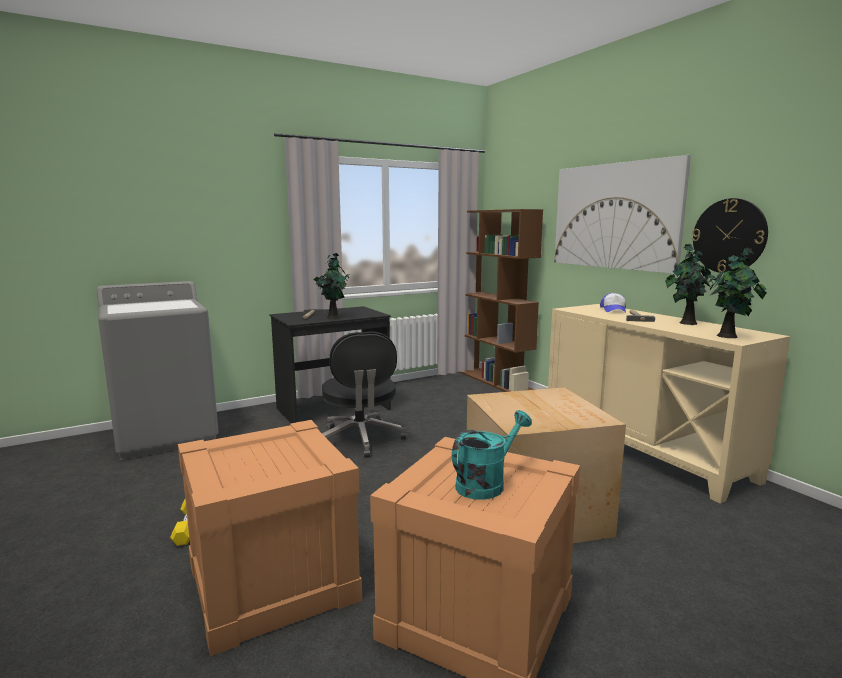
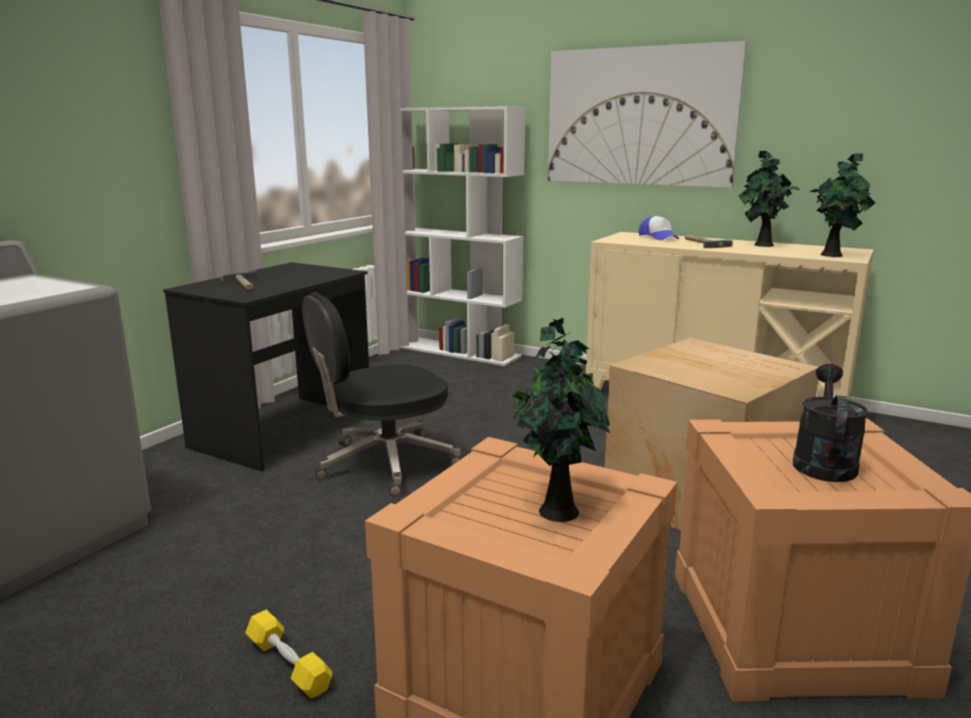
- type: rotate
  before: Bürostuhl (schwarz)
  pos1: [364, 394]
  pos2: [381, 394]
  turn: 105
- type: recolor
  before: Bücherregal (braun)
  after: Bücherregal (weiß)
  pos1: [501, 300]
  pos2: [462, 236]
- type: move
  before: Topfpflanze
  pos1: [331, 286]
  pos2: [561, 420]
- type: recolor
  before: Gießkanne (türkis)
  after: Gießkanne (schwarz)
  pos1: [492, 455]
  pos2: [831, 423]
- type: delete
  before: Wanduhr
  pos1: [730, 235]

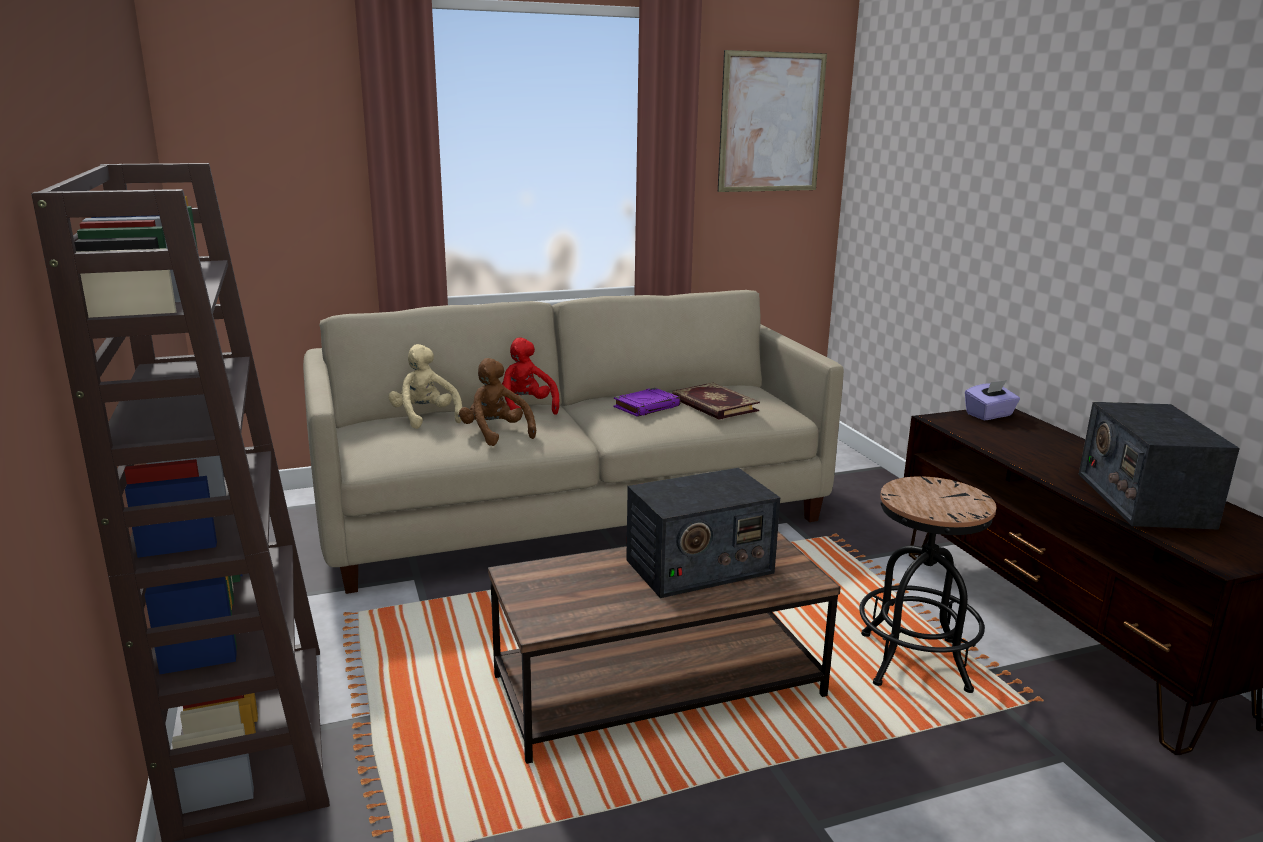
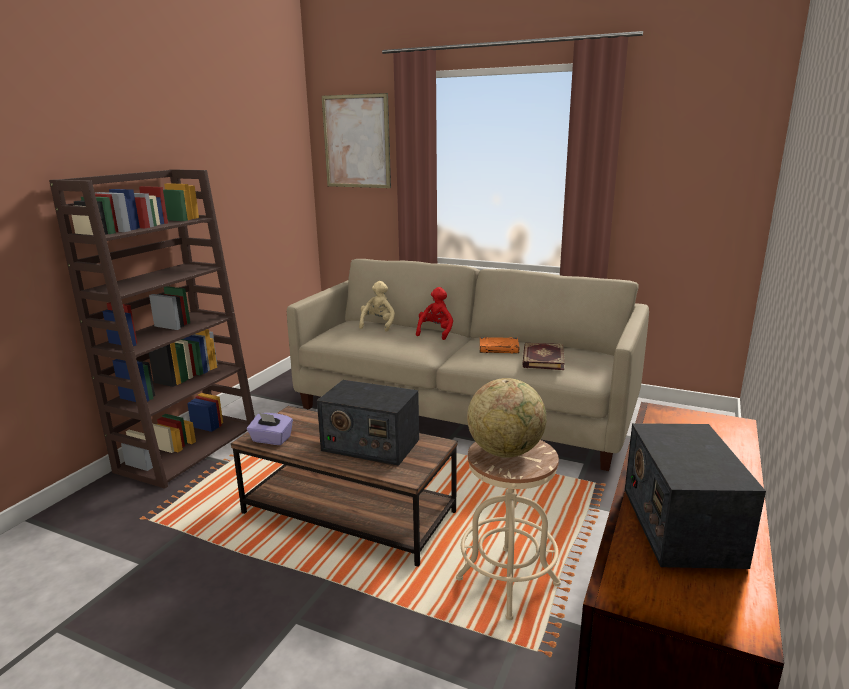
- type: move
  before: Taschentuchbox (lila)
  pos1: [992, 400]
  pos2: [270, 429]
- type: move
  before: Bild
  pos1: [772, 121]
  pos2: [356, 140]
- type: recolor
  before: Hocker (schwarz)
  after: Hocker (beige)
  pos1: [927, 584]
  pos2: [508, 530]
- type: insert
  after: Globus
  pos2: [507, 418]
- type: recolor
  before: Buch (lila)
  after: Buch (orange)
  pos1: [647, 402]
  pos2: [499, 345]
- type: rotate
  before: Radio
  pos1: [1159, 466]
  pos2: [695, 496]
  turn: -45
- type: delete
  before: Plüschtier (braun)
  pos1: [497, 402]

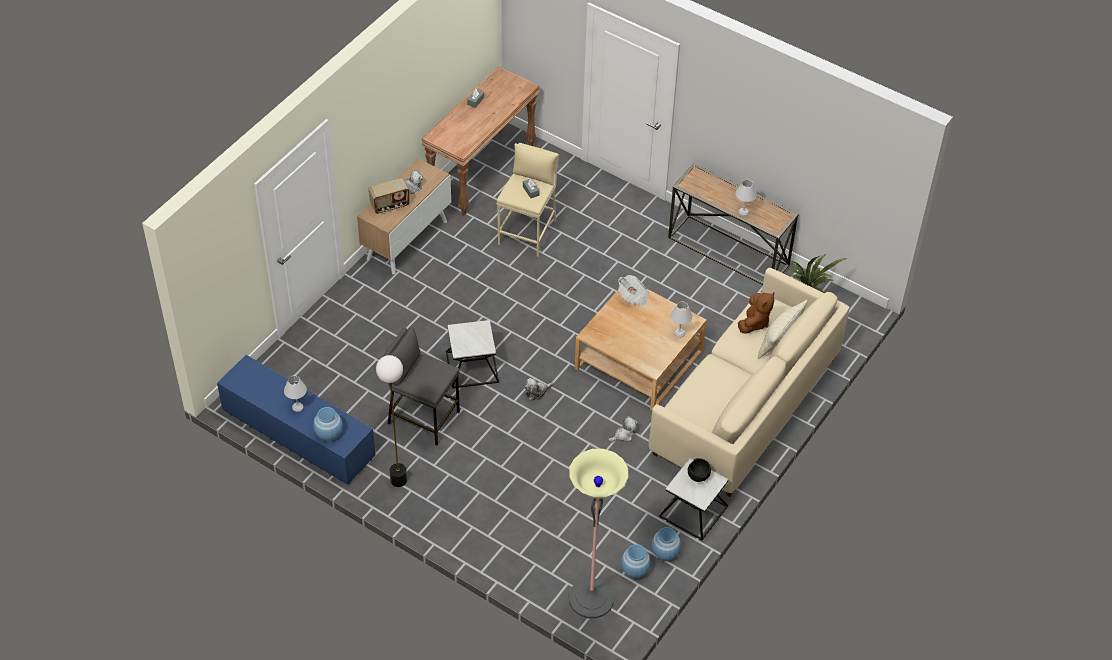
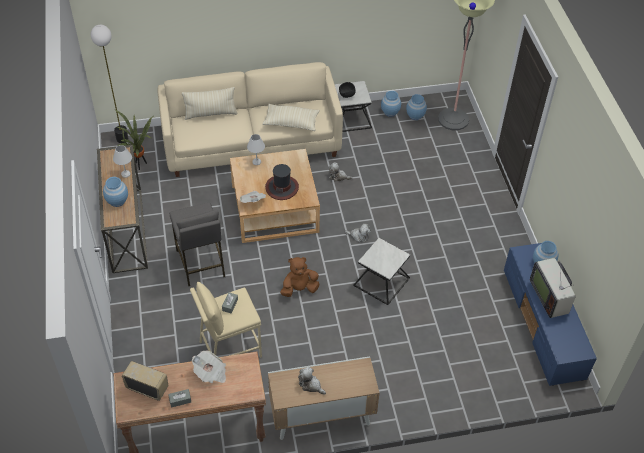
- type: move
  before: Stehlampe
  pos1: [391, 421]
  pos2: [110, 84]
- type: insert
  after: Vase (blau)
  pos2: [115, 192]
- type: move
  before: Radio
  pos1: [389, 196]
  pos2: [145, 381]
- type: move
  before: Hocker (grau)
  pos1: [421, 386]
  pos2: [197, 244]
- type: insert
  after: Zeitung
  pos2: [209, 367]
- type: insert
  after: Kissen (beige)
  pos2: [291, 117]
- type: insert
  after: Hut
  pos2: [282, 182]
- type: move
  before: Plüschtier (braun)
  pos1: [756, 313]
  pos2: [299, 277]
- type: replace
  before: Tischlampe (weiß)
  after: Fernseher
  pos1: [295, 393]
  pos2: [553, 288]

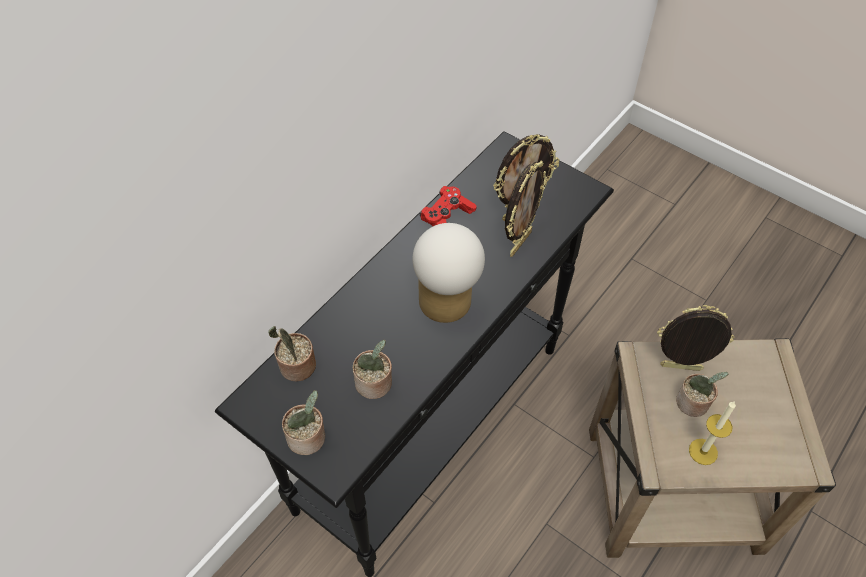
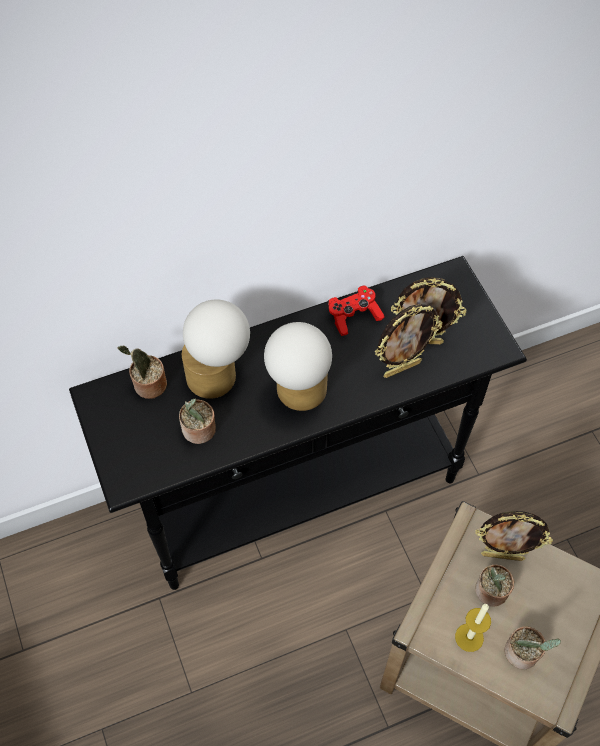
- type: insert
  after: Tischlampe
  pos2: [216, 349]
- type: rotate
  before: Bilderrahmen
  pos1: [695, 338]
  pos2: [514, 536]
  turn: 150
- type: move
  before: Topfpflanze
  pos1: [303, 422]
  pos2: [532, 647]

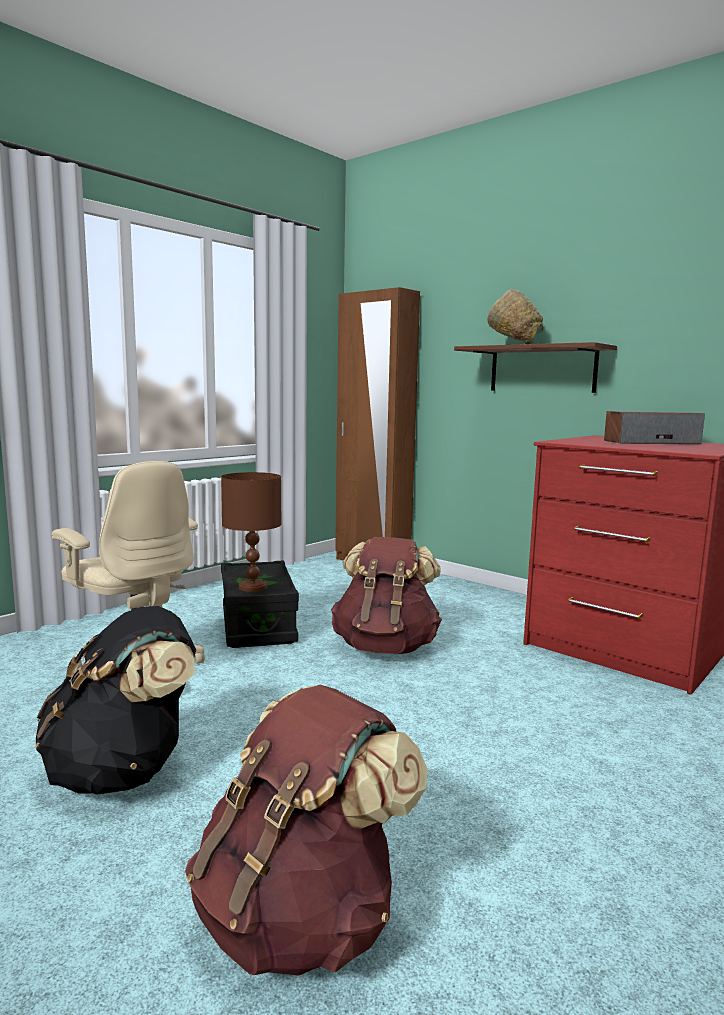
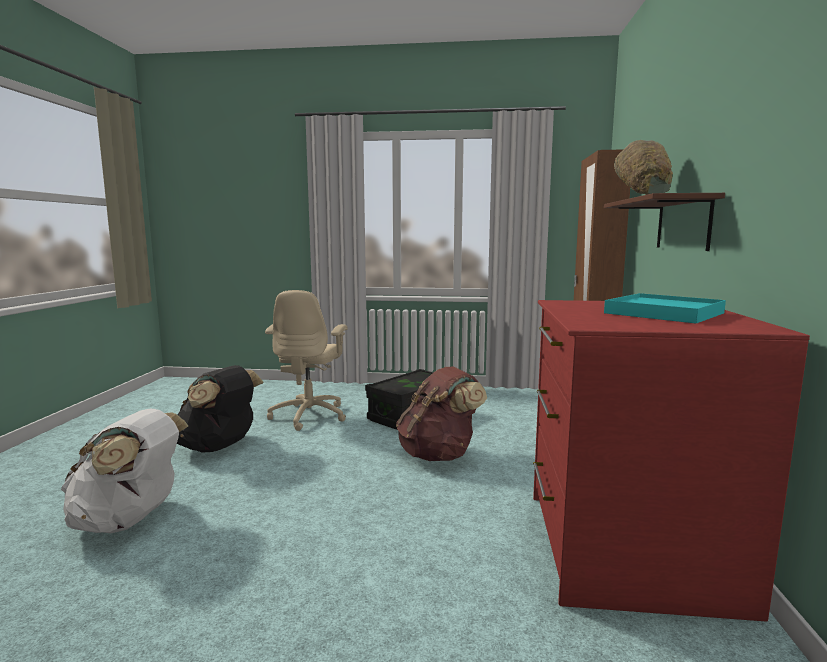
- type: recolor
  before: Rucksack (braun)
  after: Rucksack (weiß)
  pos1: [306, 830]
  pos2: [124, 471]
- type: replace
  before: Lautsprecher
  after: Tablett (türkis)
  pos1: [654, 427]
  pos2: [665, 308]
- type: delete
  before: Tischlampe (braun)
  pos1: [251, 532]

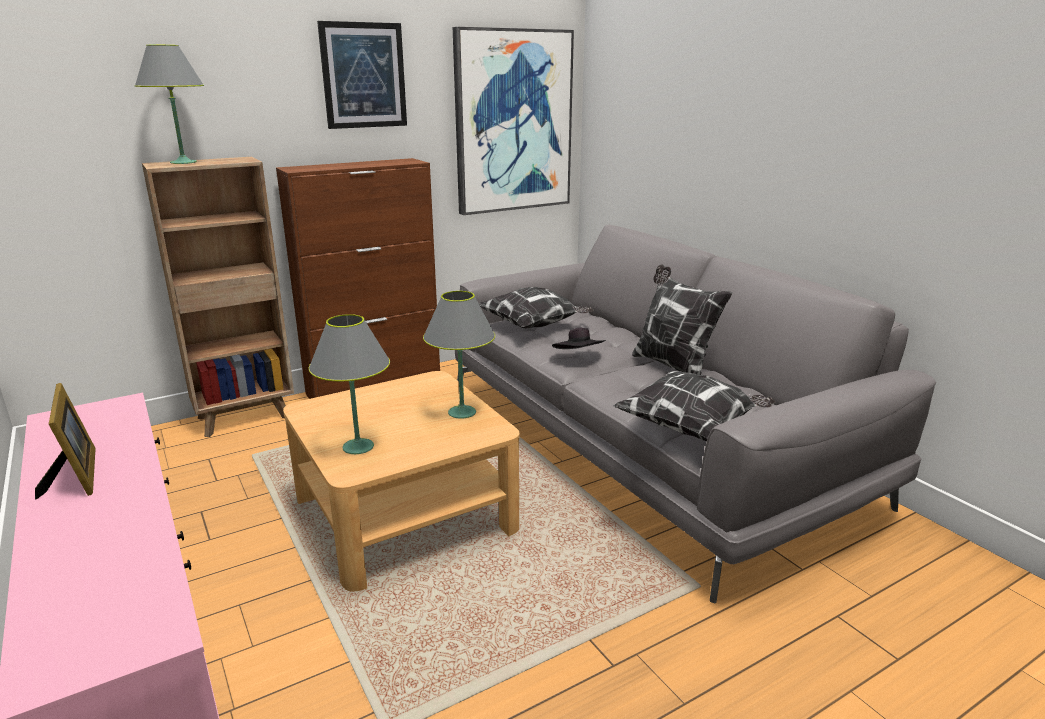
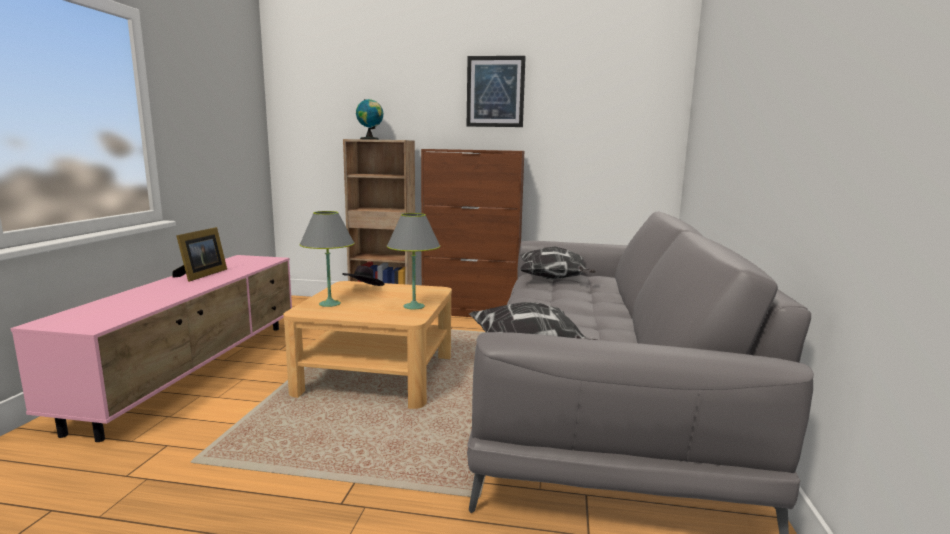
- type: move
  before: Hut (schwarz)
  pos1: [579, 338]
  pos2: [363, 276]
- type: replace
  before: Tischlampe (grau)
  after: Globus
  pos1: [169, 104]
  pos2: [369, 119]
- type: delete
  before: Bild
  pos1: [513, 121]
- type: delete
  before: Kissen
  pos1: [682, 320]

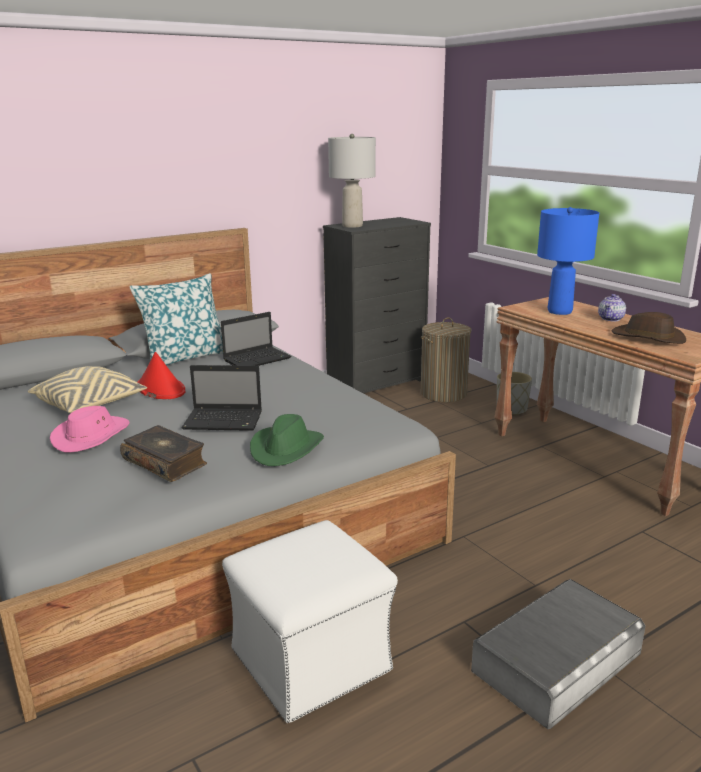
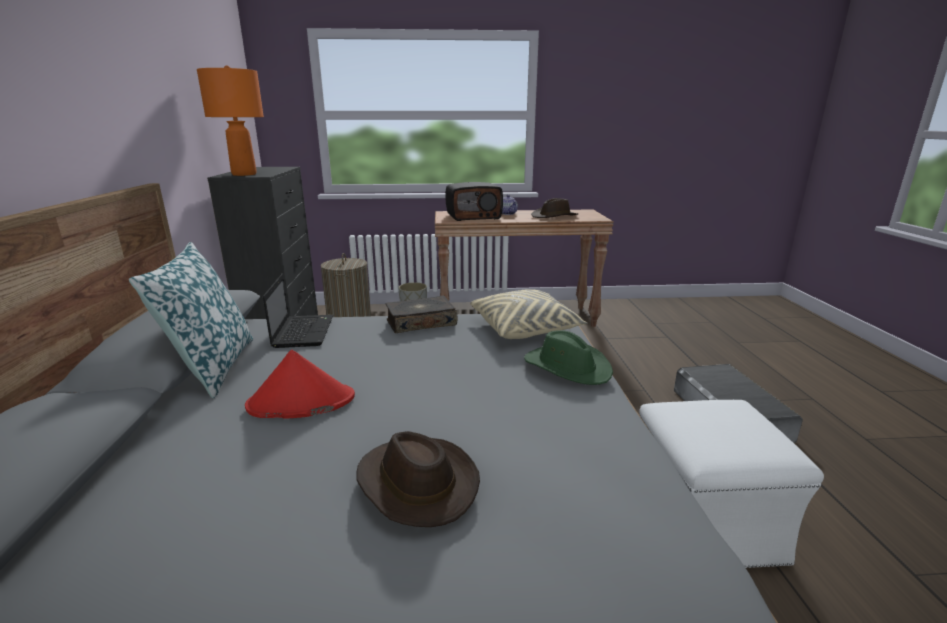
- type: recolor
  before: Tischlampe (grau)
  after: Tischlampe (orange)
  pos1: [352, 181]
  pos2: [230, 120]
- type: recolor
  before: Hut (rosa)
  after: Hut (braun)
  pos1: [90, 429]
  pos2: [418, 479]
- type: move
  before: Buch
  pos1: [163, 453]
  pos2: [422, 314]
- type: replace
  before: Tischlampe (blau)
  after: Radio
  pos1: [568, 261]
  pos2: [474, 201]
- type: move
  before: Kissen (beige)
  pos1: [87, 389]
  pos2: [528, 314]
- type: delete
  before: Laptop
  pos1: [221, 398]

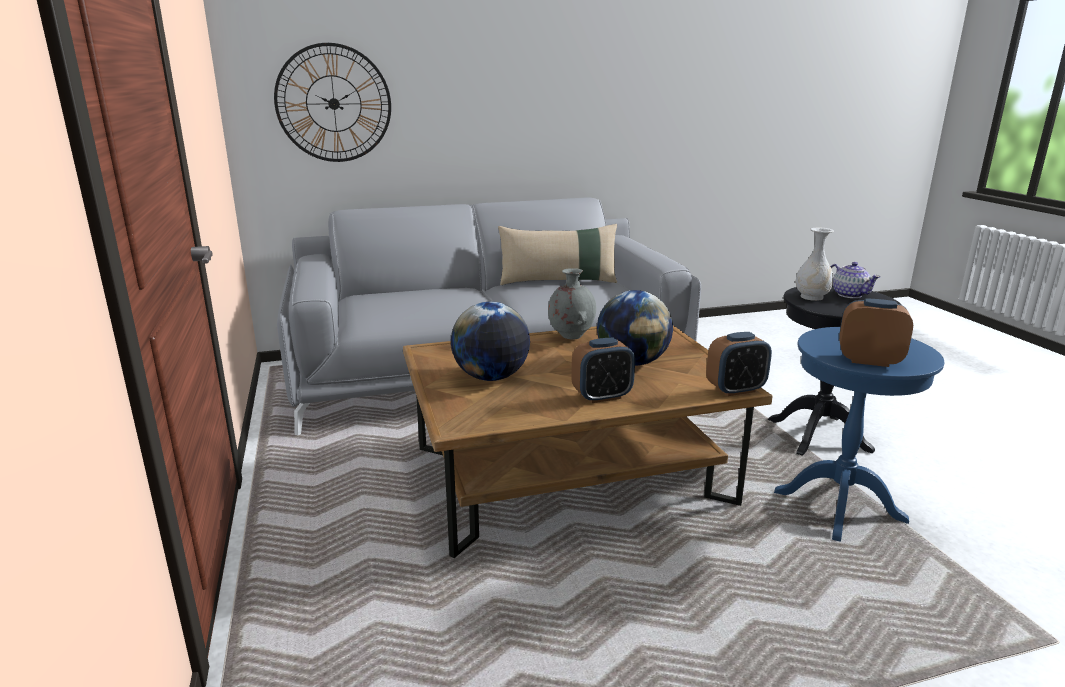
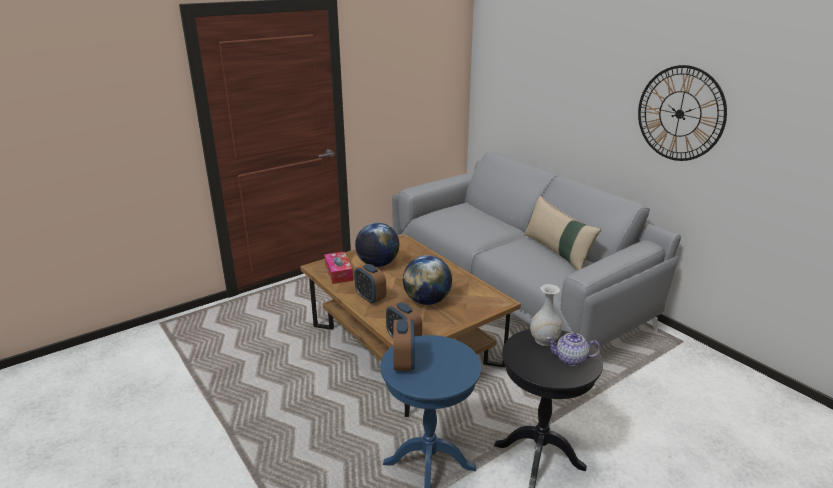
- type: insert
  after: Taschentuchbox
  pos2: [338, 268]
- type: rotate
  before: Teekanne
  pos1: [855, 280]
  pos2: [573, 349]
  turn: 60
- type: move
  before: Wanduhr
  pos1: [332, 102]
  pos2: [682, 113]
- type: delete
  before: Vase (grau)
  pos1: [572, 304]

